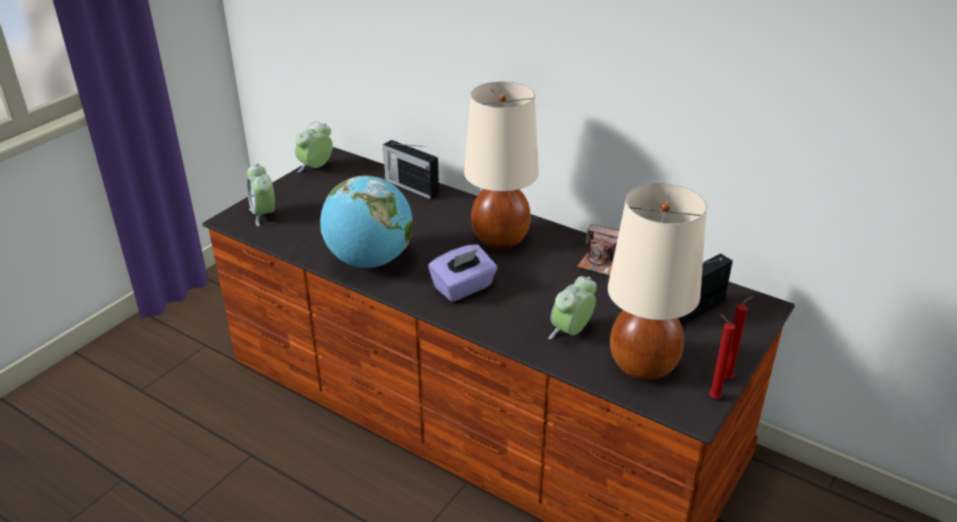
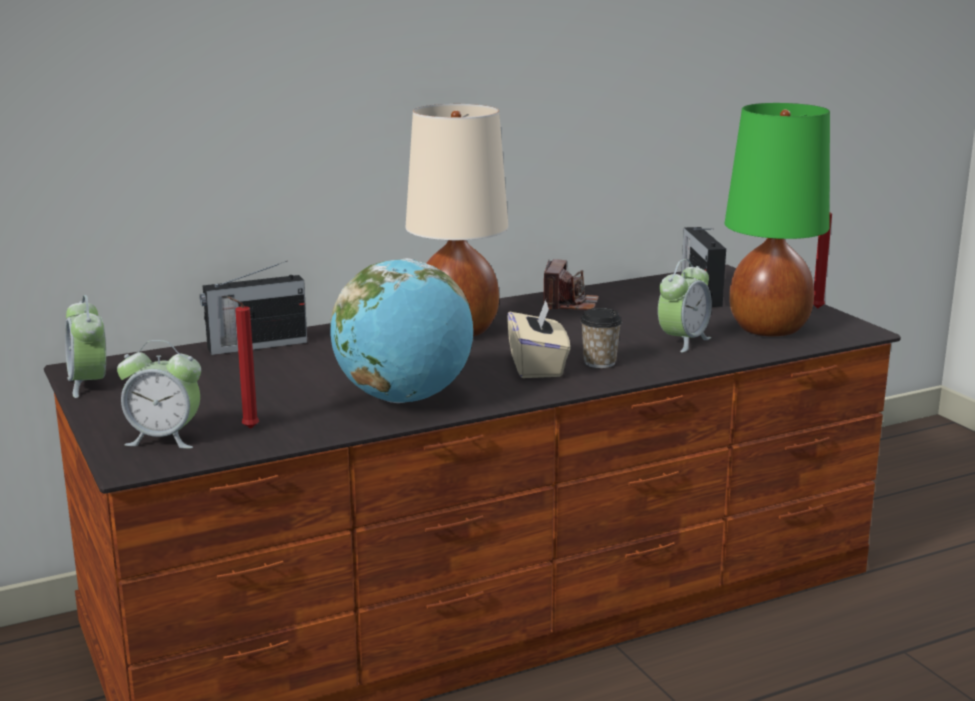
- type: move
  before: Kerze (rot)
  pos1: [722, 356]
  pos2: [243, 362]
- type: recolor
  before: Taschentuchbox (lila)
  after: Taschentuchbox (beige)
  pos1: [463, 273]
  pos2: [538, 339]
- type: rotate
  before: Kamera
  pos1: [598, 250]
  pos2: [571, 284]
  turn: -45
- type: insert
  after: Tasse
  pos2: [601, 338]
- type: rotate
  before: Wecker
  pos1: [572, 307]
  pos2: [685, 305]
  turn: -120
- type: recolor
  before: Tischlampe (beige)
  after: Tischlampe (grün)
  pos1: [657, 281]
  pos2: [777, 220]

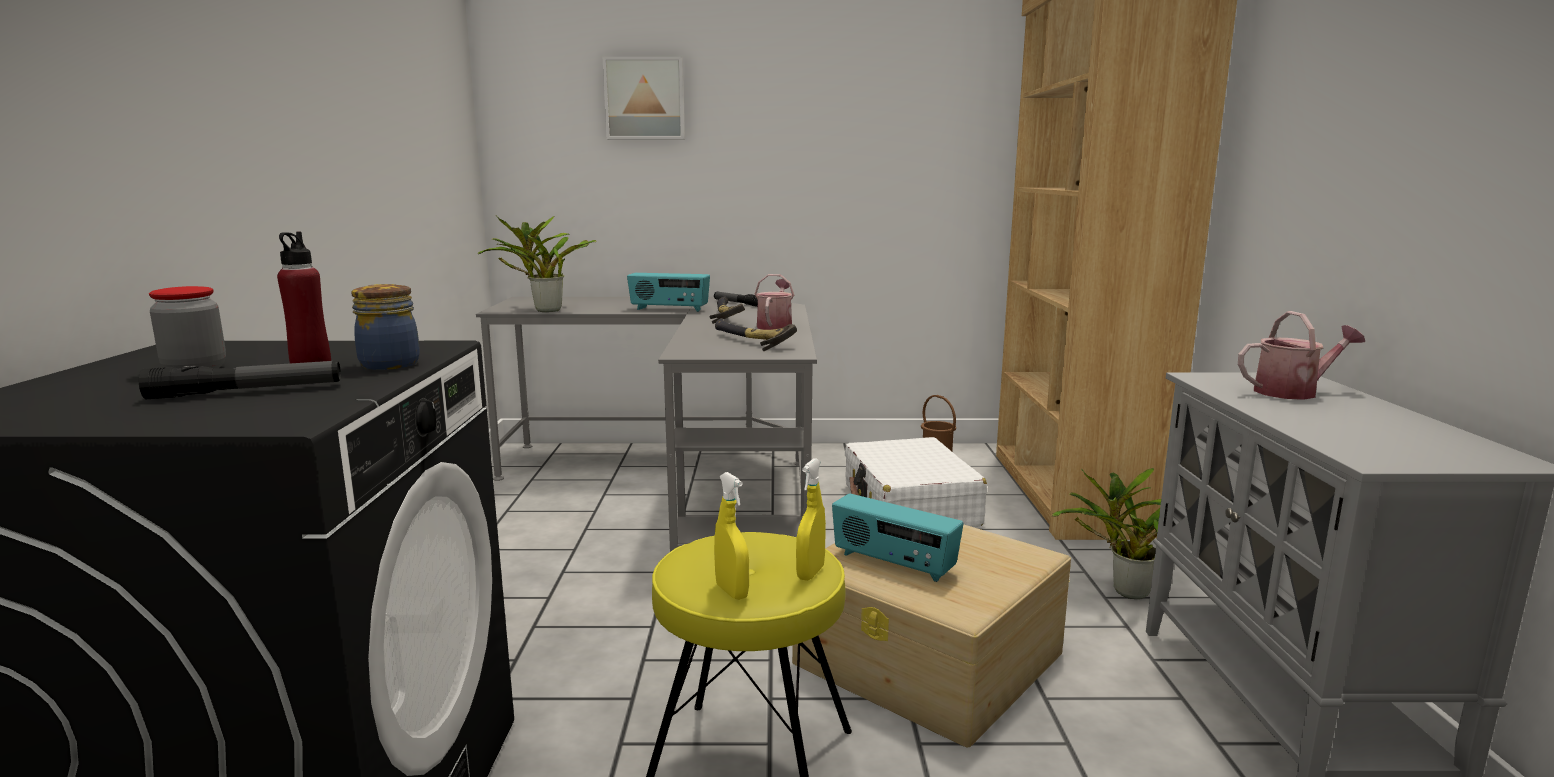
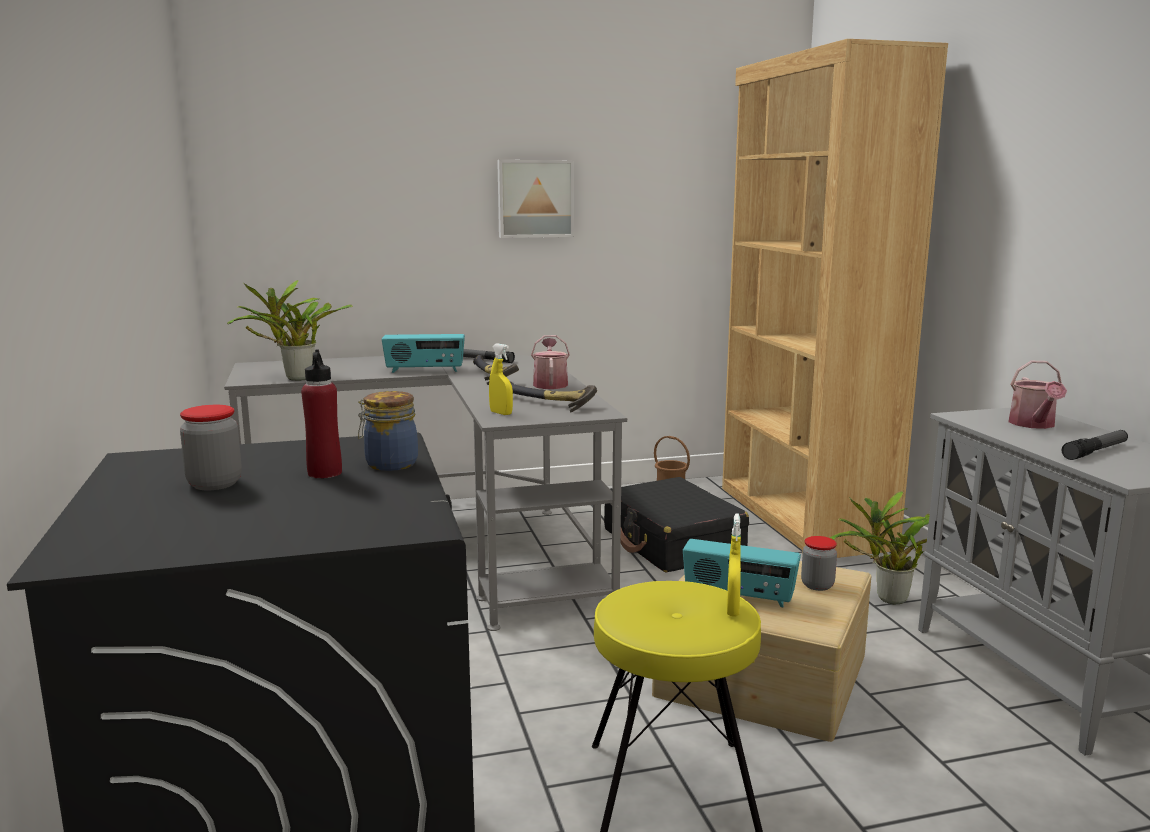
- type: move
  before: Sprühflasche (gelb)
  pos1: [731, 536]
  pos2: [501, 379]
- type: move
  before: Bild
  pos1: [644, 98]
  pos2: [535, 199]
- type: recolor
  before: Koffer (weiß)
  after: Koffer (schwarz)
  pos1: [916, 482]
  pos2: [676, 524]
- type: insert
  after: Vorratsglas
  pos2: [819, 563]
- type: rotate
  before: Gießkanne
  pos1: [1301, 355]
  pos2: [1038, 395]
  turn: 120
- type: move
  before: Taschenlampe
  pos1: [240, 380]
  pos2: [1095, 445]

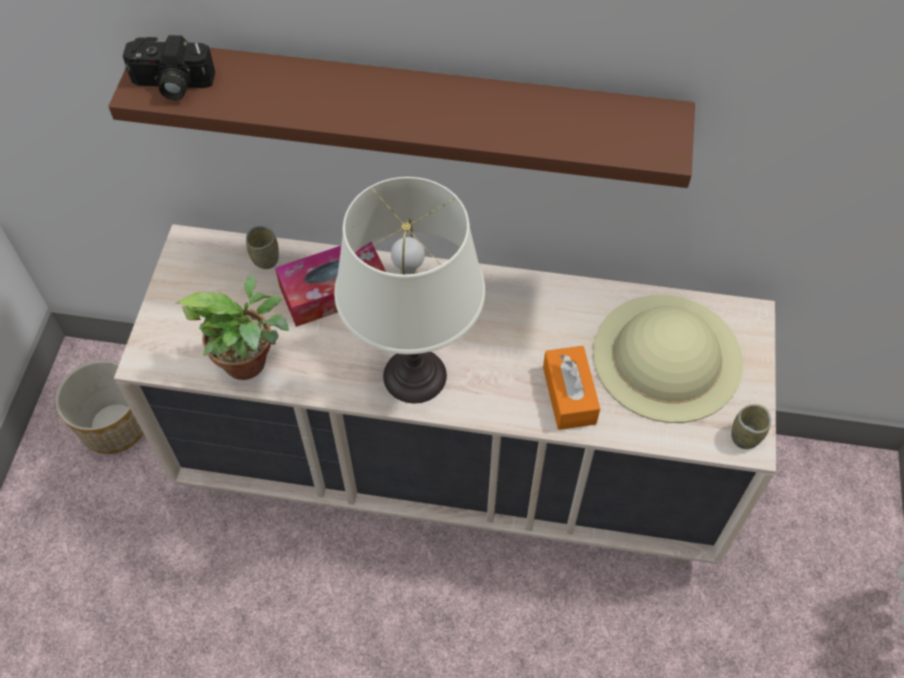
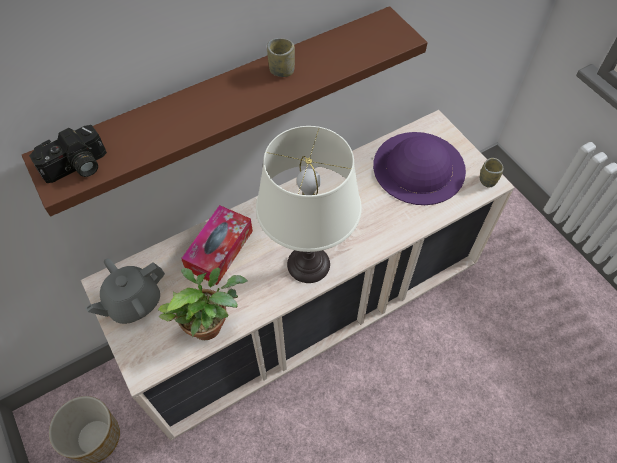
- type: insert
  after: Teekanne (grau)
  pos2: [125, 291]
- type: move
  before: Tasse
  pos1: [262, 247]
  pos2: [281, 57]
- type: recolor
  before: Hut (beige)
  after: Hut (lila)
  pos1: [668, 359]
  pos2: [419, 168]
- type: delete
  before: Taschentuchbox (orange)
  pos1: [571, 388]

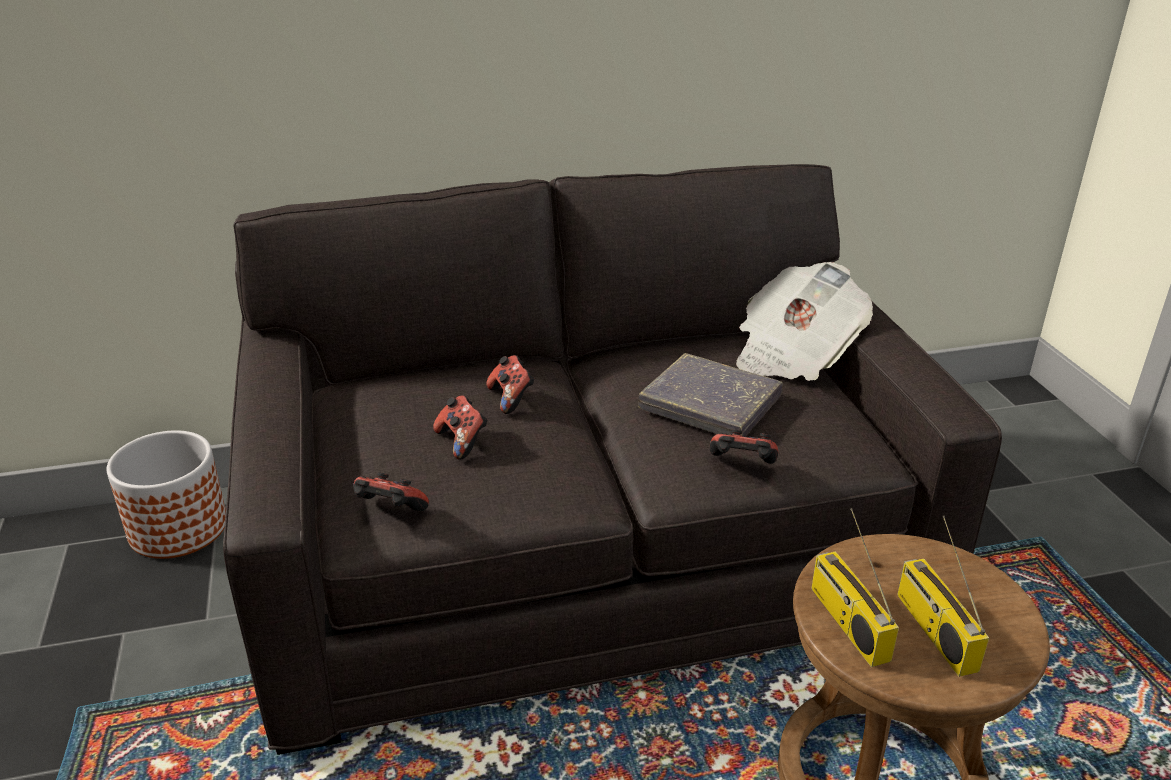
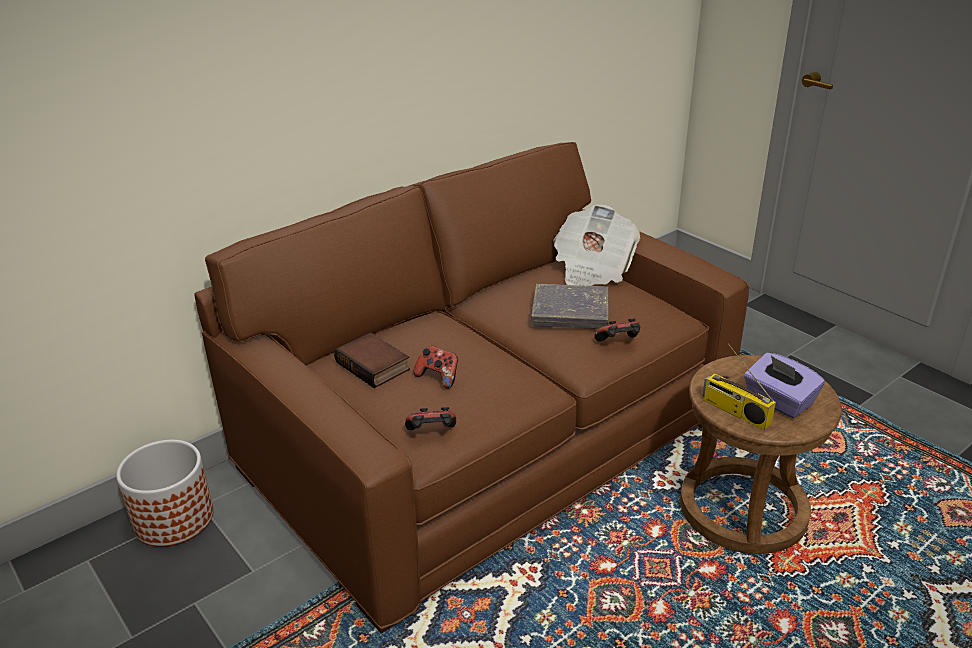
- type: recolor
  before: Sofa (grau)
  after: Sofa (braun)
  pos1: [612, 459]
  pos2: [471, 388]
- type: insert
  after: Buch
  pos2: [372, 360]
- type: replace
  before: Radio
  after: Taschentuchbox (lila)
  pos1: [943, 596]
  pos2: [784, 385]
- type: delete
  before: Gamepad
  pos1: [510, 384]

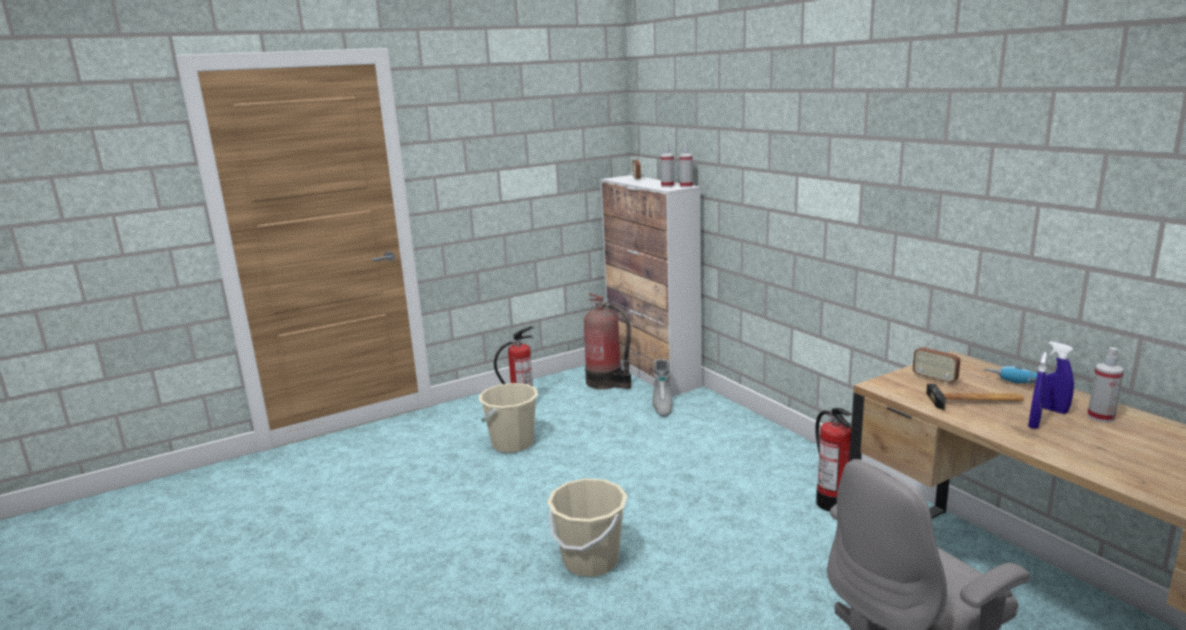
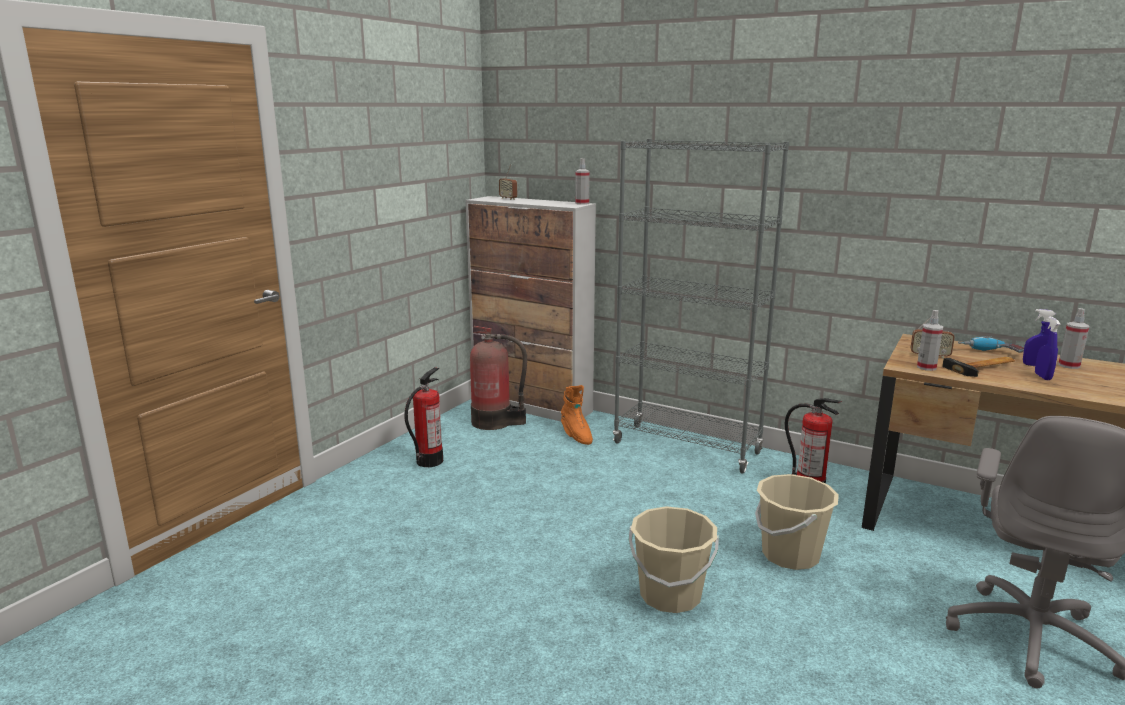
- type: recolor
  before: Stiefel (grau)
  after: Stiefel (orange)
  pos1: [662, 388]
  pos2: [577, 415]
- type: insert
  after: Bücherregal (grau)
  pos2: [701, 306]
- type: move
  before: Eimer (beige)
  pos1: [508, 418]
  pos2: [797, 522]
- type: move
  before: Sprühflasche
  pos1: [667, 165]
  pos2: [930, 340]

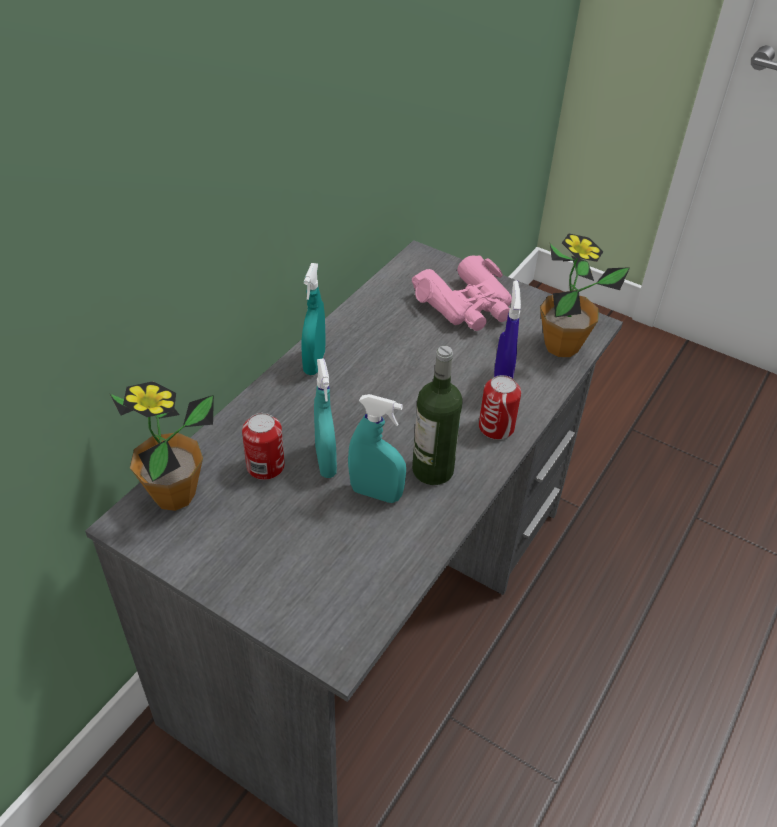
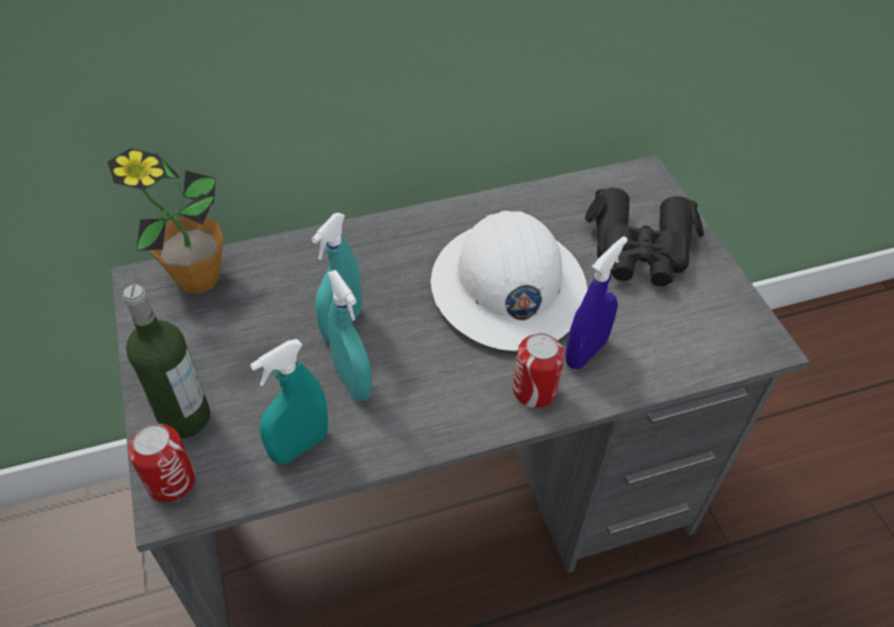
- type: move
  before: Flasche
  pos1: [437, 415]
  pos2: [166, 361]
- type: move
  before: Dose
  pos1: [263, 446]
  pos2: [161, 463]
- type: move
  before: Sprühflasche (türkis)
  pos1: [313, 319]
  pos2: [289, 401]
- type: insert
  after: Schutzhelm (weiß)
  pos2: [509, 281]
- type: recolor
  before: Fernglas (rosa)
  after: Fernglas (schwarz)
  pos1: [462, 293]
  pos2: [644, 237]
- type: delete
  before: Topfpflanze
  pos1: [585, 295]

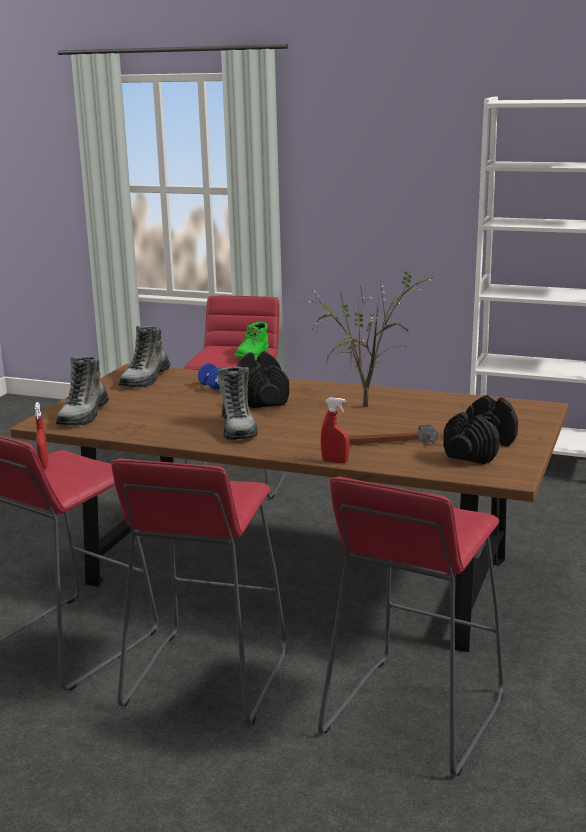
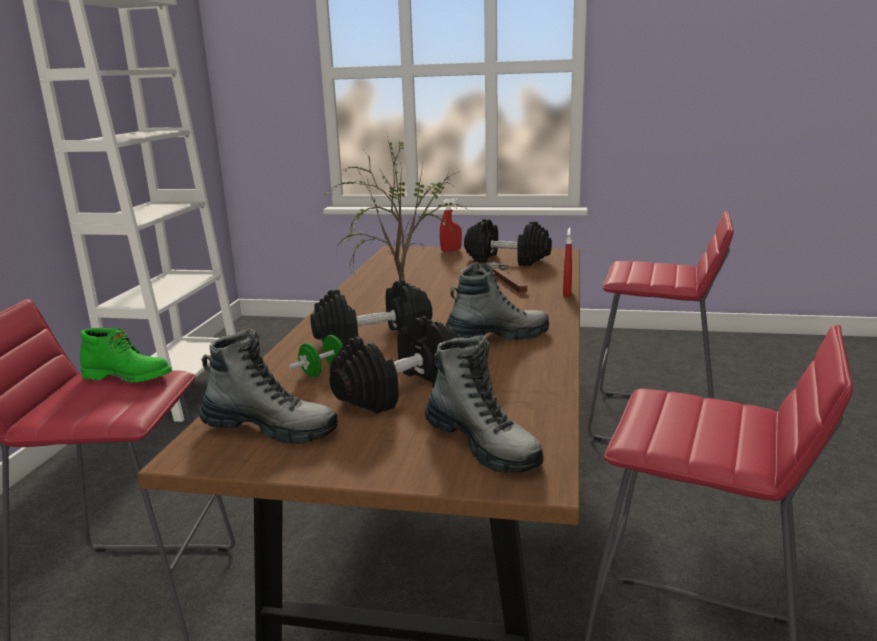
- type: recolor
  before: Hantel (blau)
  after: Hantel (grün)
  pos1: [210, 377]
  pos2: [316, 356]
- type: insert
  after: Hantel (schwarz)
  pos2: [393, 365]
- type: rotate
  before: Stiefel
  pos1: [82, 391]
  pos2: [484, 404]
  turn: 45
- type: move
  before: Sprühflasche (rot)
  pos1: [41, 435]
  pos2: [451, 225]
- type: delete
  before: Hocker (rot)
  pos1: [199, 591]

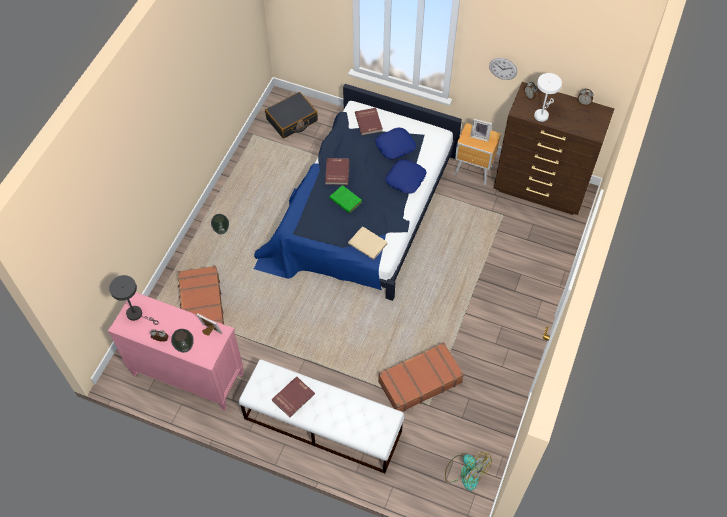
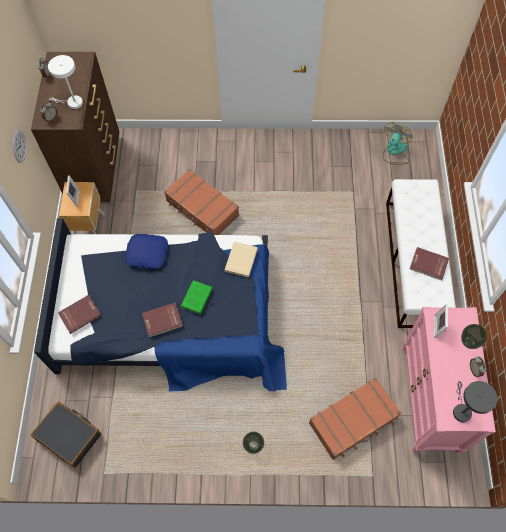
- type: move
  before: Koffer (braun)
  pos1: [421, 377]
  pos2: [201, 202]
- type: delete
  before: Kissen (blau)
  pos1: [395, 143]

